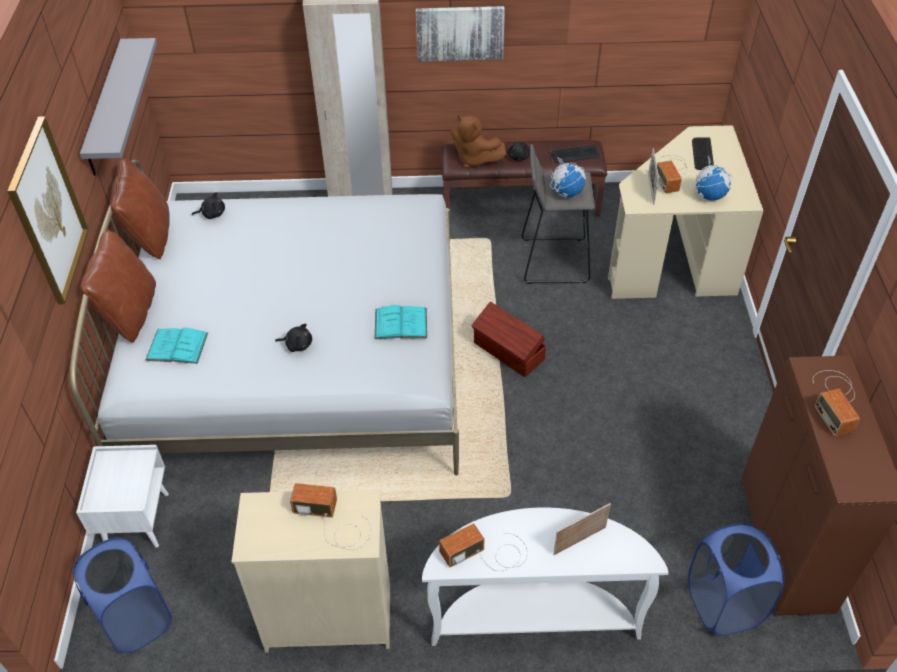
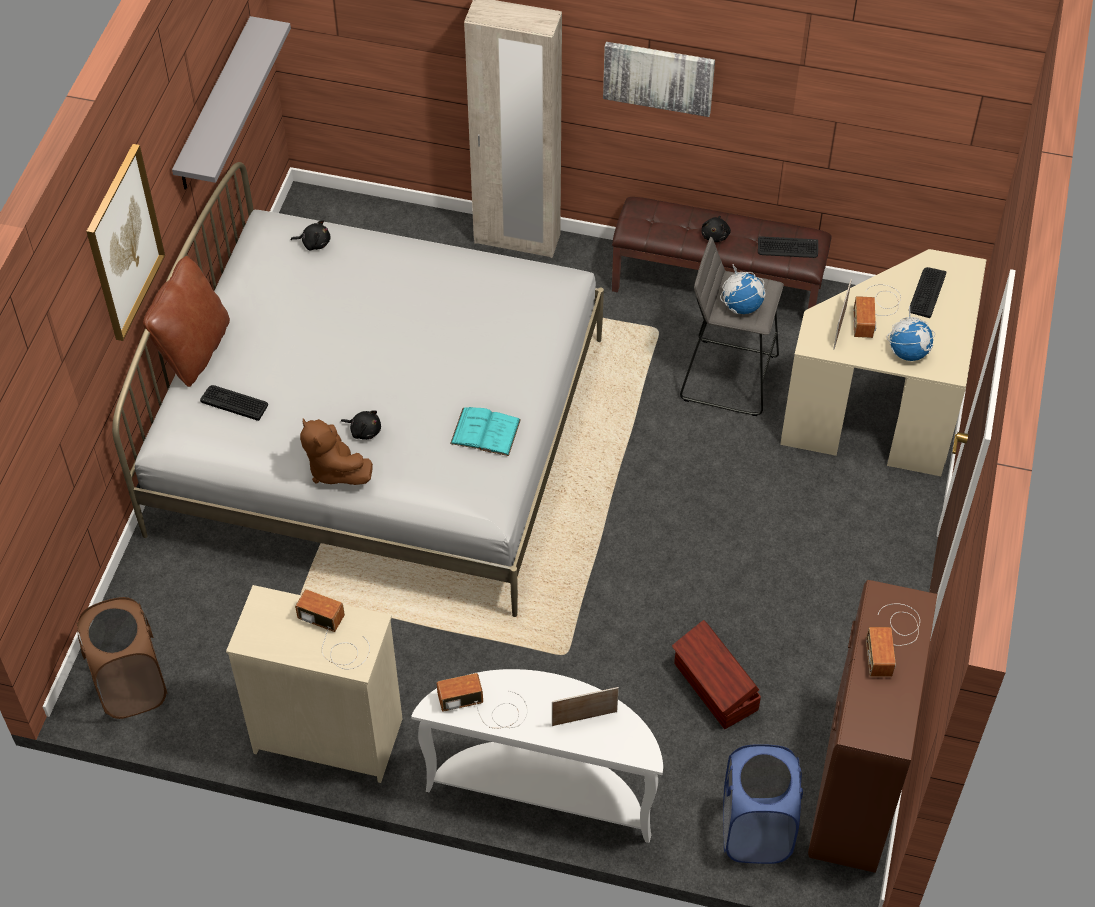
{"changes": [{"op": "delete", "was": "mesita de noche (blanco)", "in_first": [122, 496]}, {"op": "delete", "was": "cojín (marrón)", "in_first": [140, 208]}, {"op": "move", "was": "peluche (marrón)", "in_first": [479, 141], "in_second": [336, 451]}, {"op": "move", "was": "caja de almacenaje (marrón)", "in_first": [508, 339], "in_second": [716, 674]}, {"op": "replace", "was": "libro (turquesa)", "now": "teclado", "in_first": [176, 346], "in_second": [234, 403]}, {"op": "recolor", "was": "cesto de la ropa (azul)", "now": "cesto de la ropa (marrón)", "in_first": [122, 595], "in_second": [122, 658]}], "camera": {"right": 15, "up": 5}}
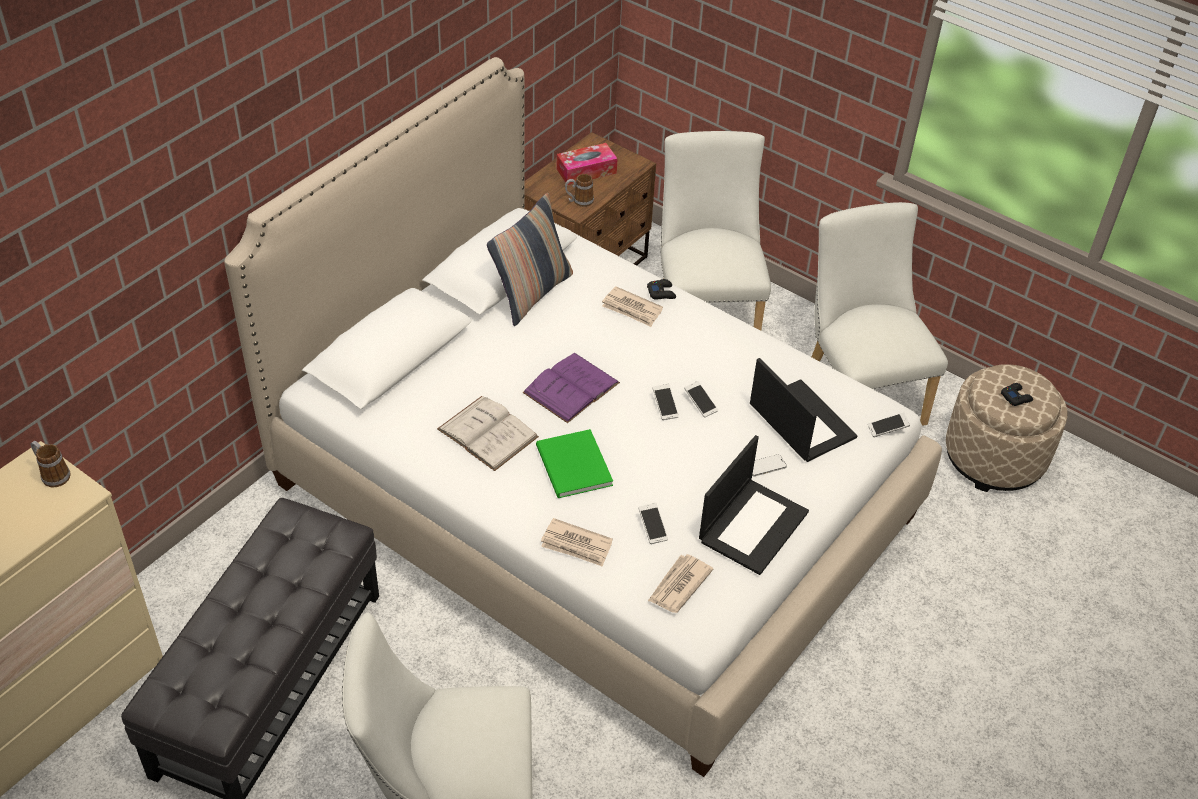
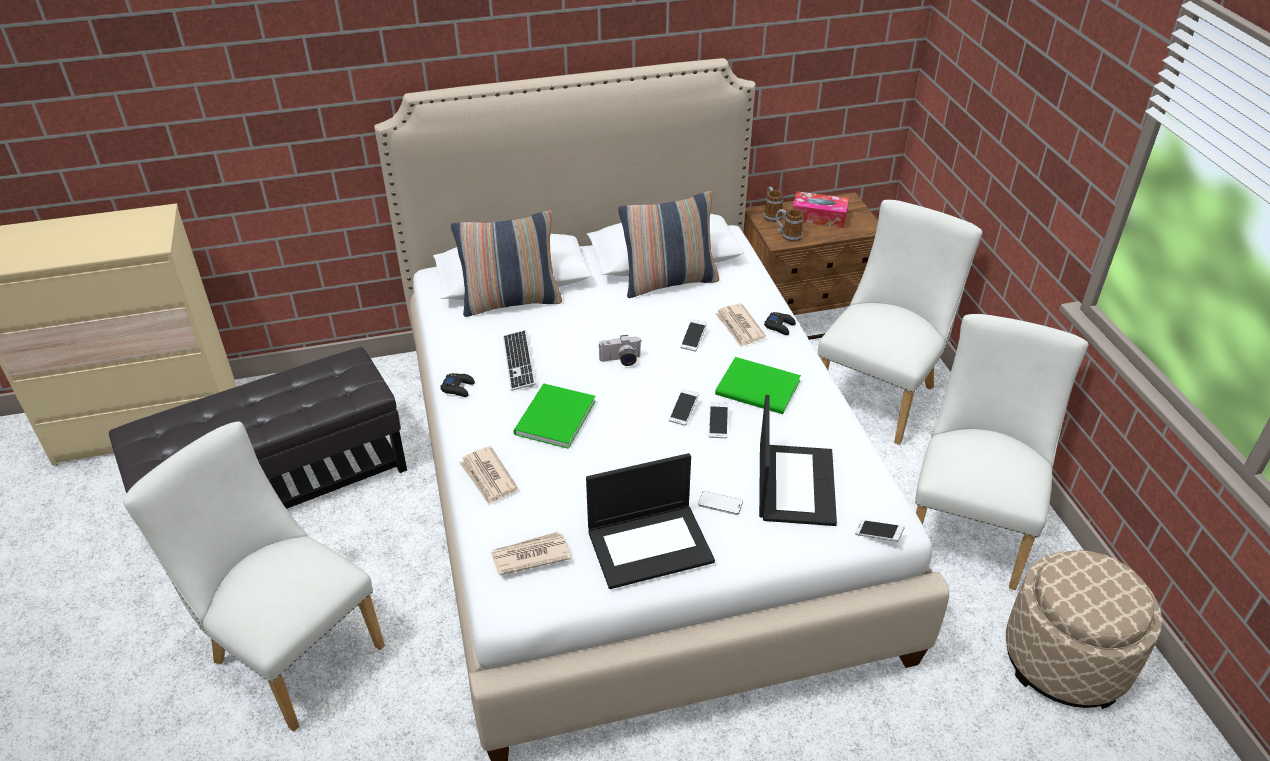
{"changes": [{"op": "insert", "now": "cojín", "in_second": [506, 264]}, {"op": "insert", "now": "libro (verde)", "in_second": [758, 385]}, {"op": "move", "was": "taza grande", "in_first": [51, 464], "in_second": [773, 204]}, {"op": "move", "was": "móvil", "in_first": [653, 523], "in_second": [693, 335]}, {"op": "move", "was": "mando de consola (negro)", "in_first": [1017, 394], "in_second": [457, 385]}, {"op": "replace", "was": "libro (blanco)", "now": "teclado", "in_first": [488, 433], "in_second": [519, 360]}, {"op": "replace", "was": "libro (morado)", "now": "cámara", "in_first": [571, 388], "in_second": [620, 350]}], "camera": {"right": 40, "up": -5}}
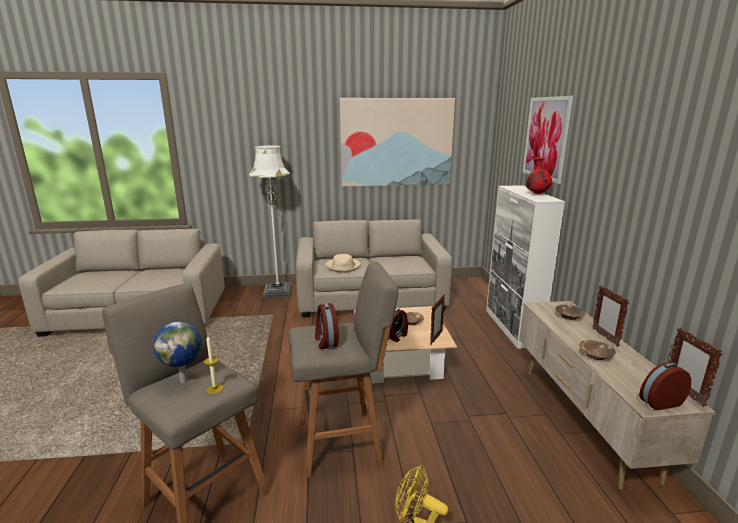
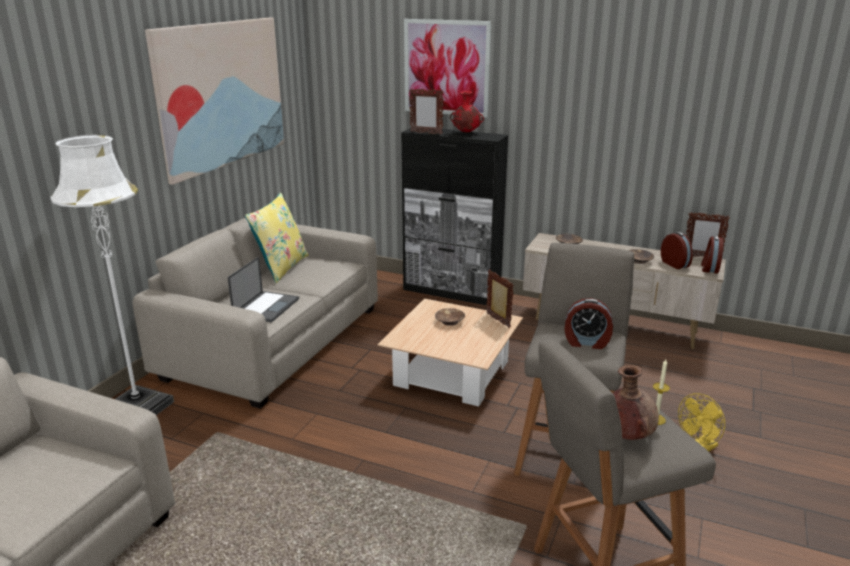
{"changes": [{"op": "insert", "now": "cojín (amarillo)", "in_second": [277, 238]}, {"op": "move", "was": "despertador", "in_first": [398, 325], "in_second": [677, 250]}, {"op": "move", "was": "portarretratos", "in_first": [610, 315], "in_second": [426, 111]}, {"op": "replace", "was": "globo terráqueo", "now": "florero (marrón)", "in_first": [177, 352], "in_second": [636, 402]}, {"op": "replace", "was": "sombrero (beis)", "now": "portátil", "in_first": [343, 263], "in_second": [263, 290]}, {"op": "recolor", "was": "armario (blanco)", "now": "armario (negro)", "in_first": [525, 267], "in_second": [454, 217]}], "camera": {"right": -60, "up": 5}}
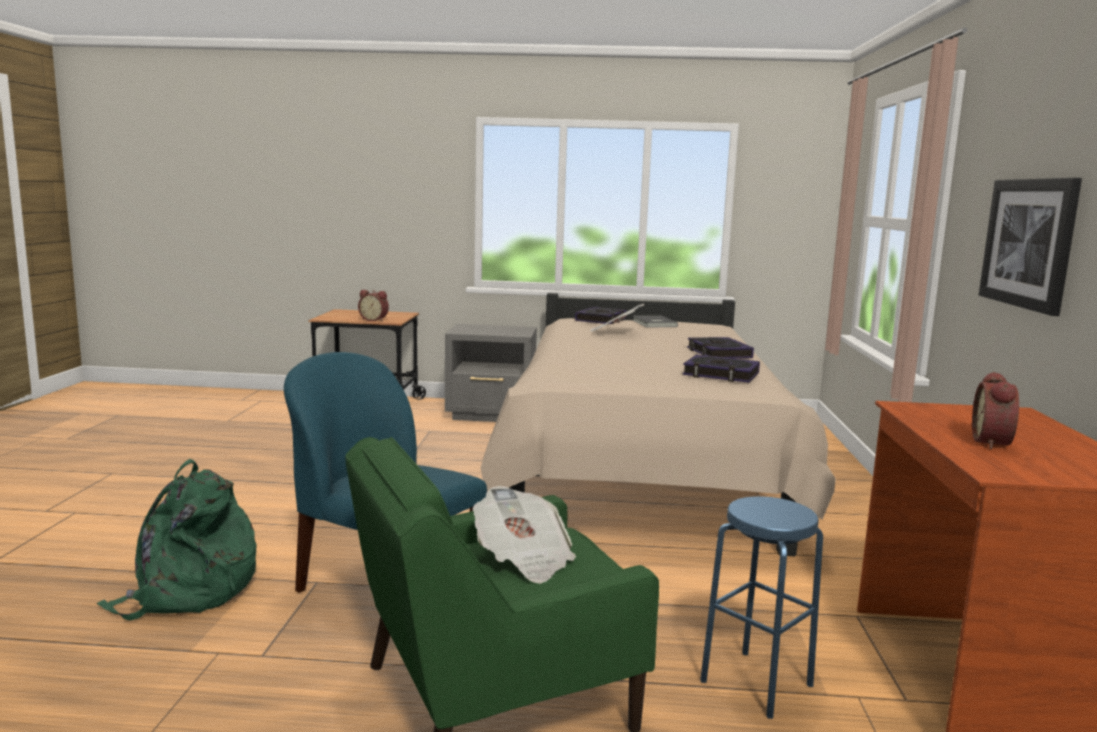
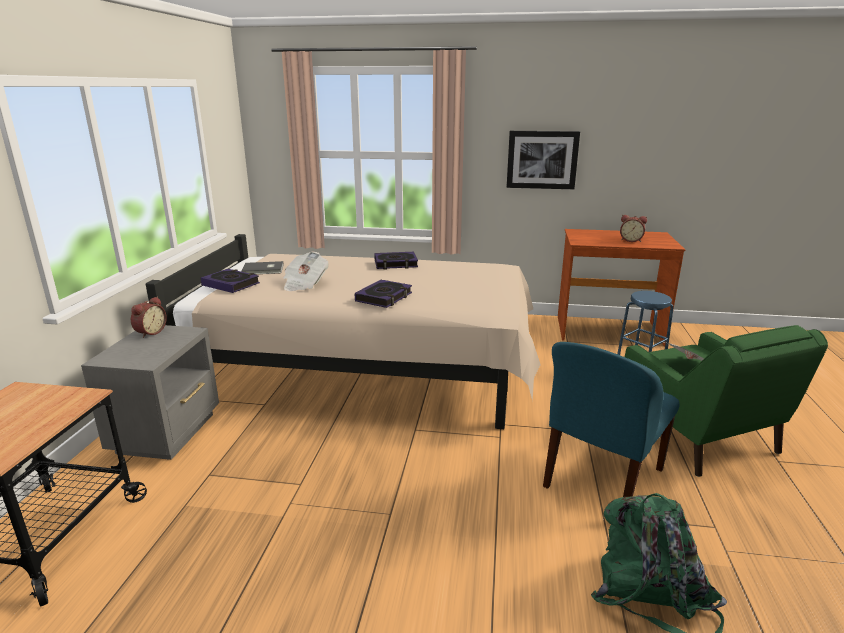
{"changes": [{"op": "move", "was": "despertador", "in_first": [373, 306], "in_second": [149, 317]}, {"op": "move", "was": "libro", "in_first": [721, 368], "in_second": [383, 294]}], "camera": {"right": -85, "up": 10}}
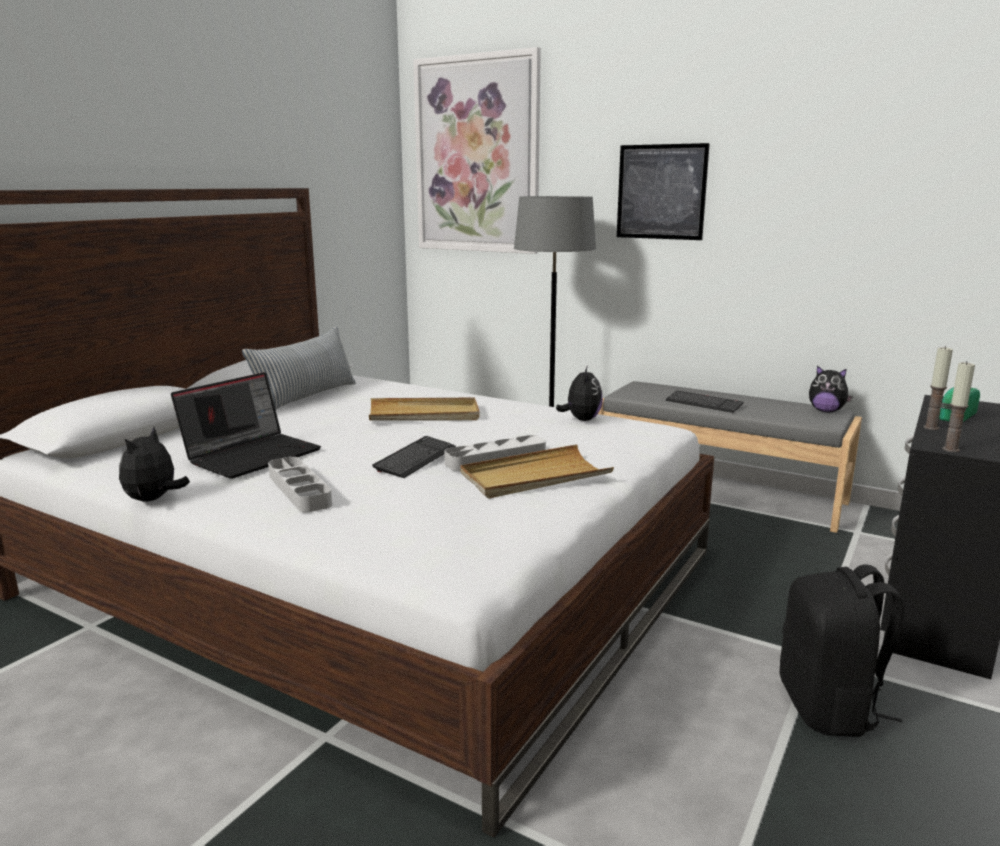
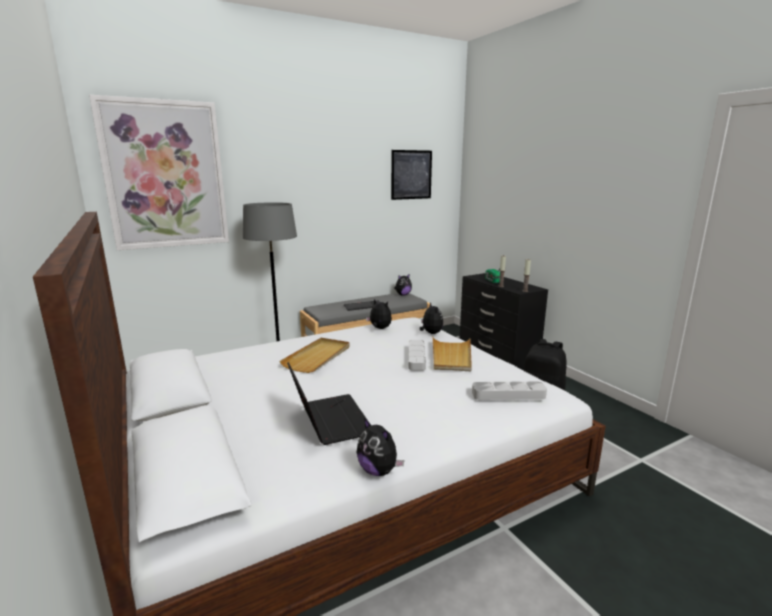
{"changes": [{"op": "delete", "was": "cojín", "in_first": [299, 368]}, {"op": "delete", "was": "teclado", "in_first": [414, 457]}, {"op": "insert", "now": "peluche", "in_second": [431, 318]}, {"op": "move", "was": "bandeja (gris)", "in_first": [300, 484], "in_second": [509, 390]}, {"op": "move", "was": "cuadro", "in_first": [663, 191], "in_second": [411, 175]}], "camera": {"right": -60, "up": 0}}
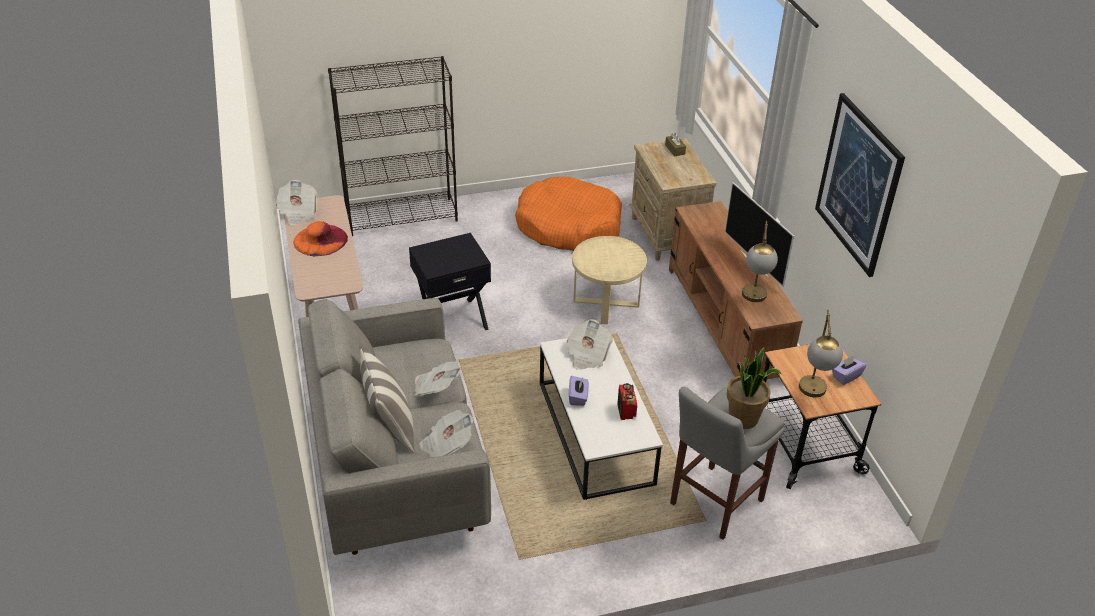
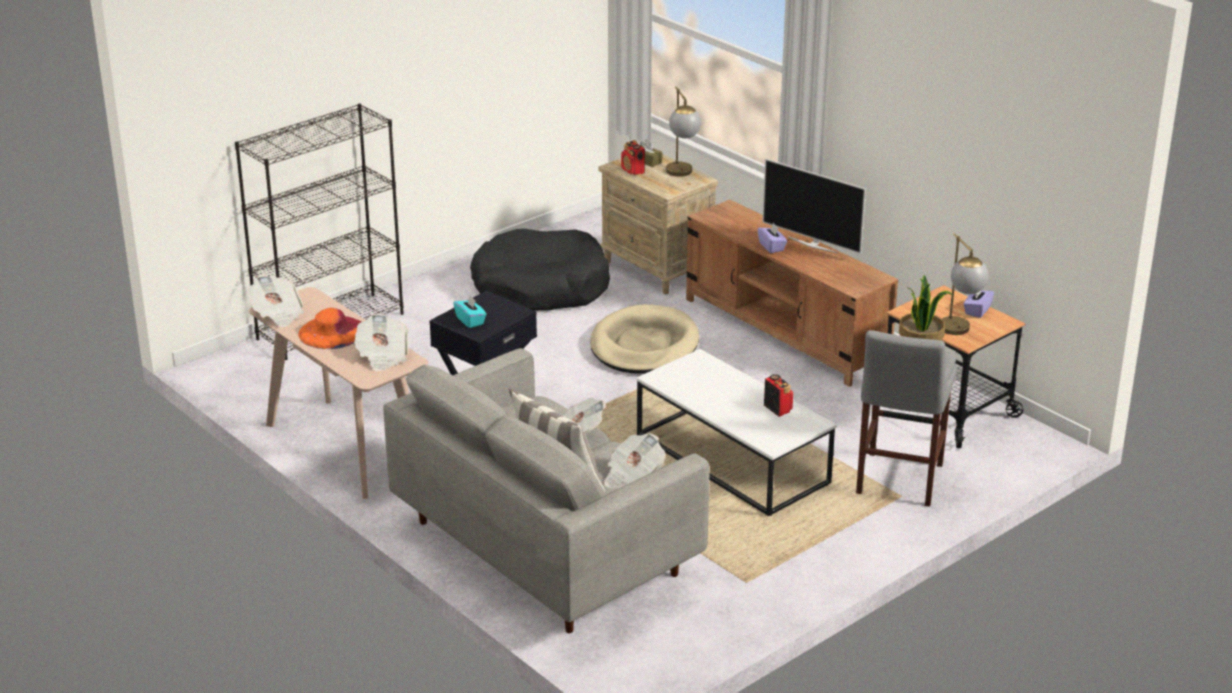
{"changes": [{"op": "delete", "was": "cuadro", "in_first": [860, 185]}, {"op": "insert", "now": "caja de pañuelos (turquesa)", "in_second": [469, 312]}, {"op": "insert", "now": "radio", "in_second": [633, 157]}, {"op": "move", "was": "periódico", "in_first": [590, 344], "in_second": [381, 342]}, {"op": "move", "was": "caja de pañuelos (morado)", "in_first": [579, 391], "in_second": [772, 238]}, {"op": "move", "was": "lámpara de mesa", "in_first": [760, 261], "in_second": [683, 132]}, {"op": "replace", "was": "mesa auxiliar (beis)", "now": "cama para perro (beis)", "in_first": [609, 280], "in_second": [644, 339]}, {"op": "recolor", "was": "cama para perro (naranja)", "now": "cama para perro (negro)", "in_first": [568, 214], "in_second": [540, 270]}], "camera": {"right": -25, "up": -10}}
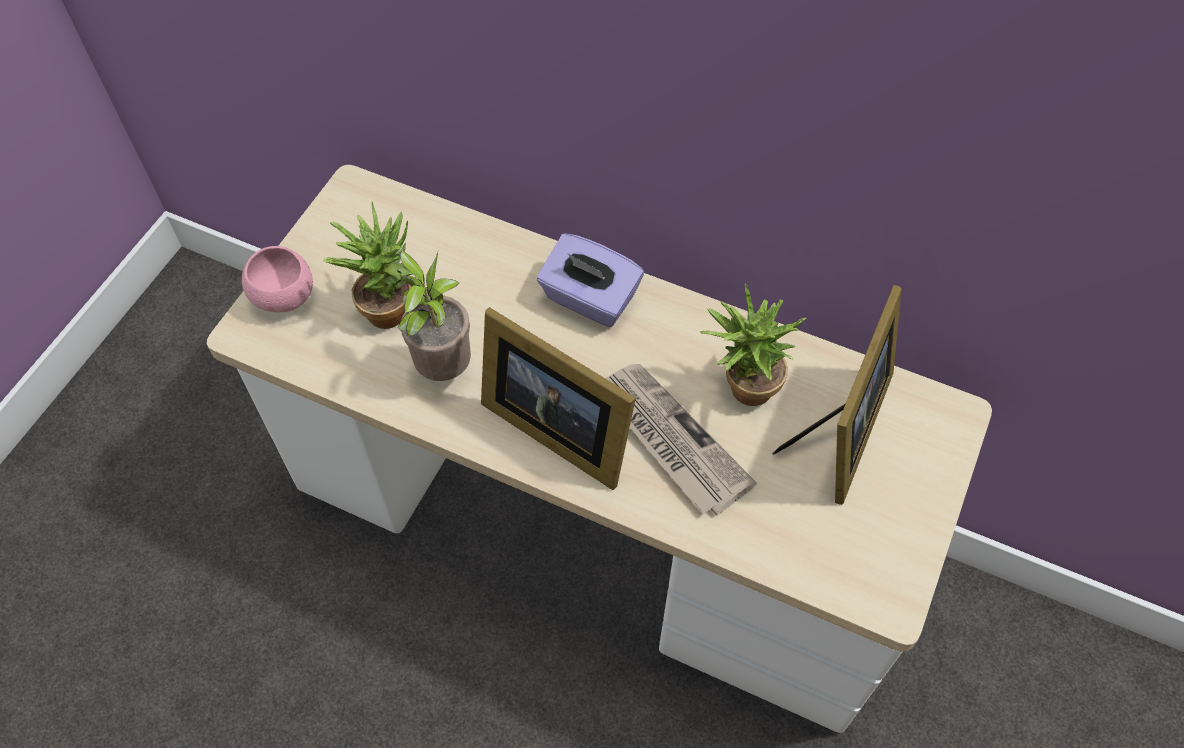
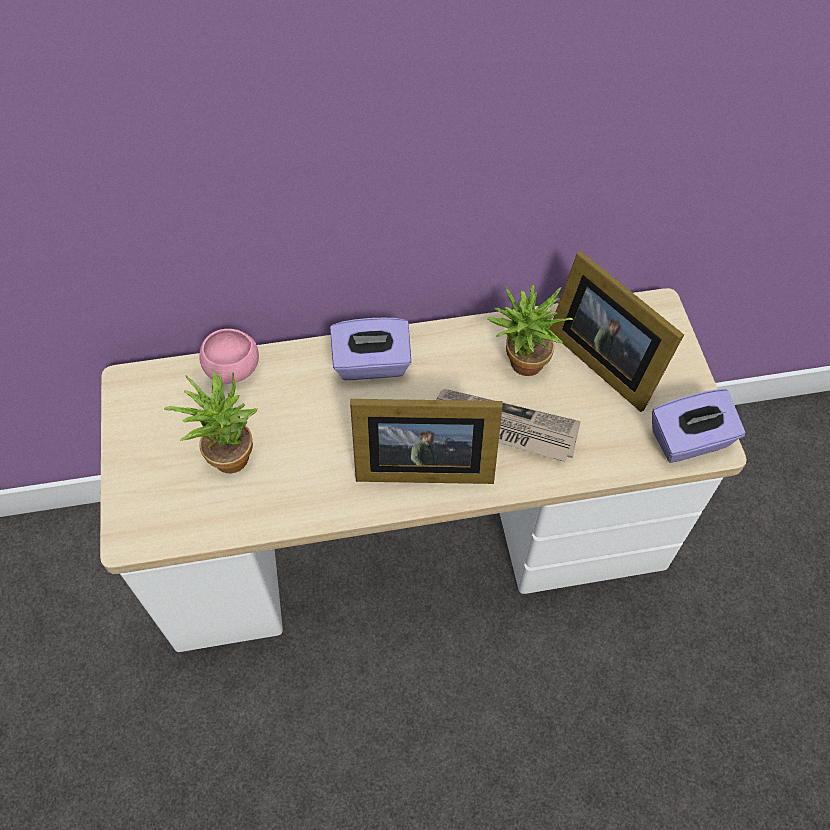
{"changes": [{"op": "delete", "was": "planta en maceta", "in_first": [434, 315]}, {"op": "insert", "now": "caja de pañuelos (morado)", "in_second": [699, 426]}, {"op": "move", "was": "cuenco (rosa)", "in_first": [277, 279], "in_second": [229, 356]}, {"op": "rotate", "was": "portarretratos", "in_first": [837, 395], "in_second": [617, 331], "clockwise": 150}], "camera": {"right": -35, "up": 0}}
